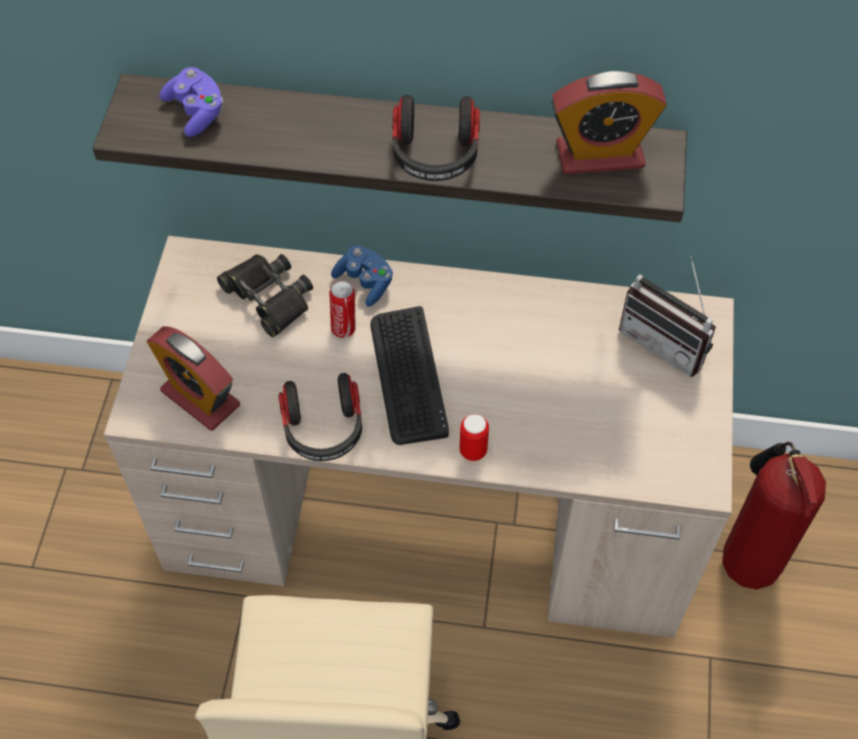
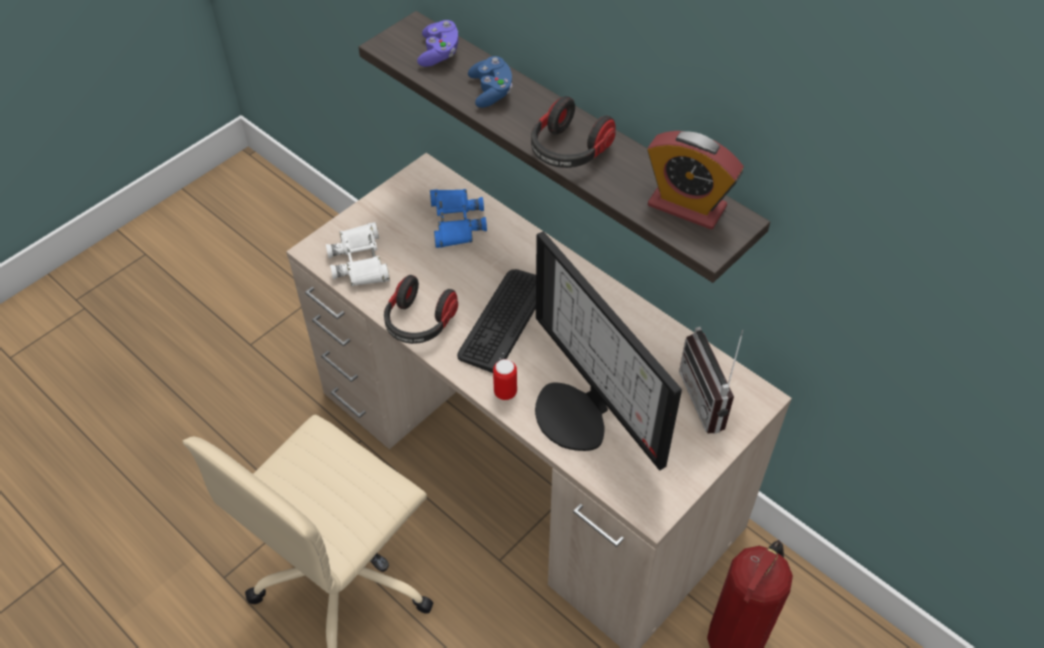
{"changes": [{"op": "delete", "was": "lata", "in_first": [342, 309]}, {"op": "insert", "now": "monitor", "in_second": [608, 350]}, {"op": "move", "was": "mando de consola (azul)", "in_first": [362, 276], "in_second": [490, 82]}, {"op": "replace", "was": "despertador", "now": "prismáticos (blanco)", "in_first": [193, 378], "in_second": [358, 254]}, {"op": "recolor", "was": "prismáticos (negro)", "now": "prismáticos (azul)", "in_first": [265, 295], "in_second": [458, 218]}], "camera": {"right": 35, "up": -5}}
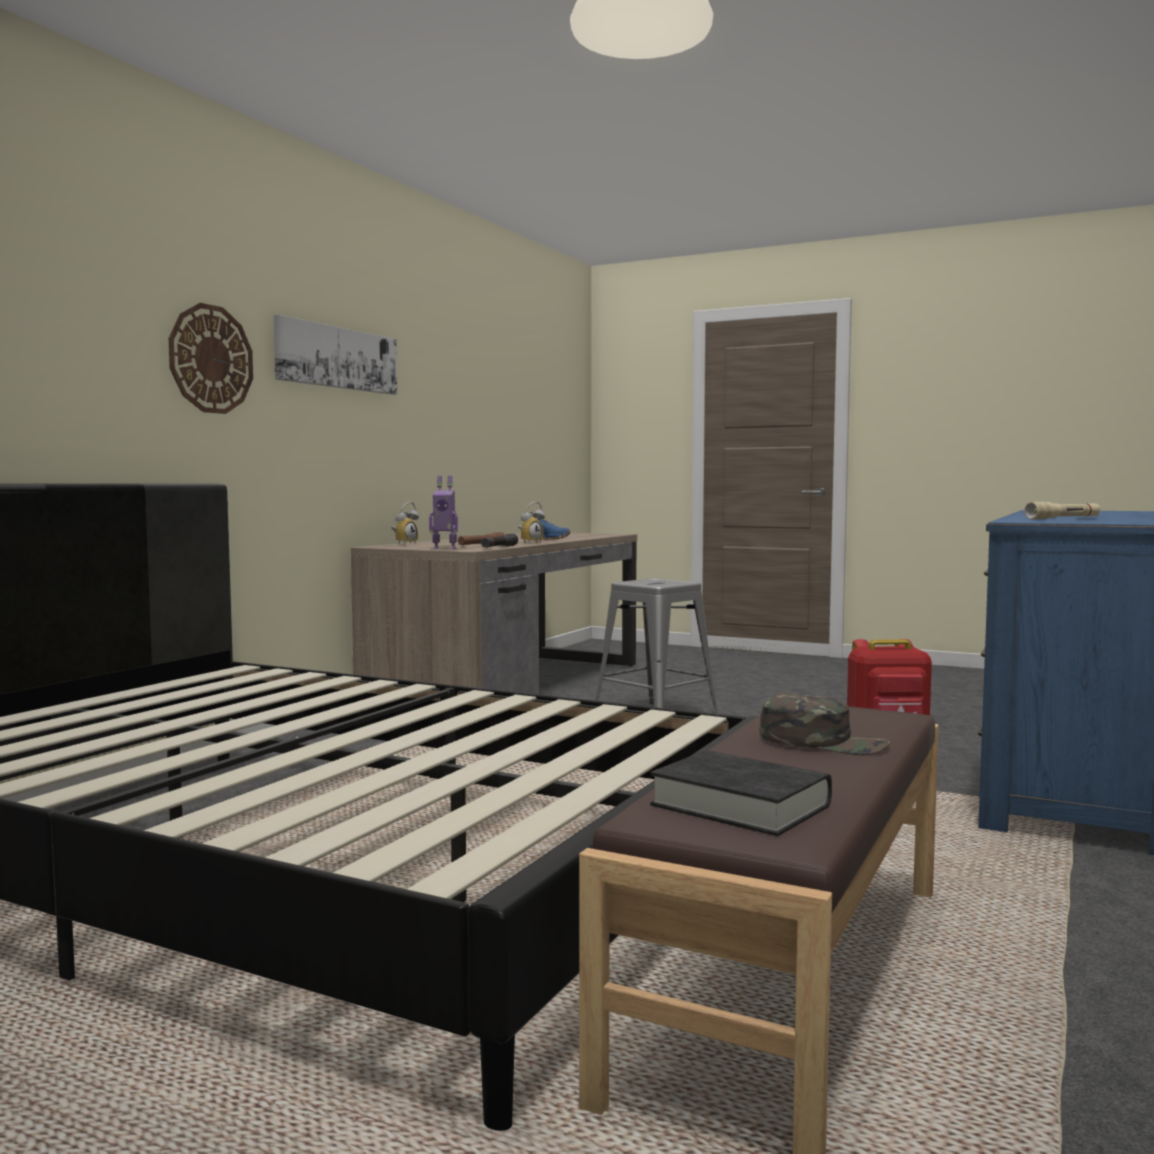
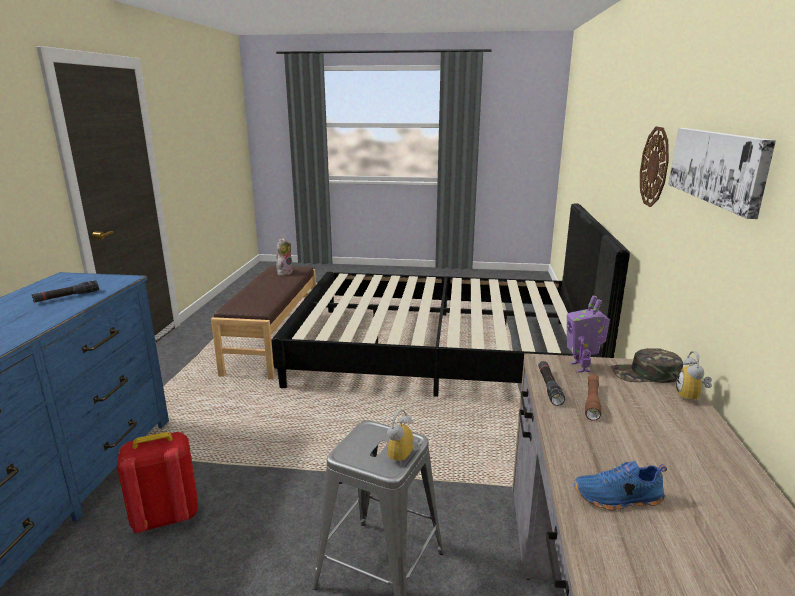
{"changes": [{"op": "move", "was": "despertador", "in_first": [531, 523], "in_second": [405, 437]}, {"op": "move", "was": "gorra (verde)", "in_first": [825, 724], "in_second": [647, 365]}, {"op": "replace", "was": "libro (negro)", "now": "peluche", "in_first": [741, 793], "in_second": [284, 257]}, {"op": "recolor", "was": "linterna (beis)", "now": "linterna (negro)", "in_first": [1062, 510], "in_second": [65, 291]}, {"op": "rotate", "was": "robot de juguete", "in_first": [443, 512], "in_second": [588, 334], "clockwise": -75}], "camera": {"right": 160, "up": 15}}
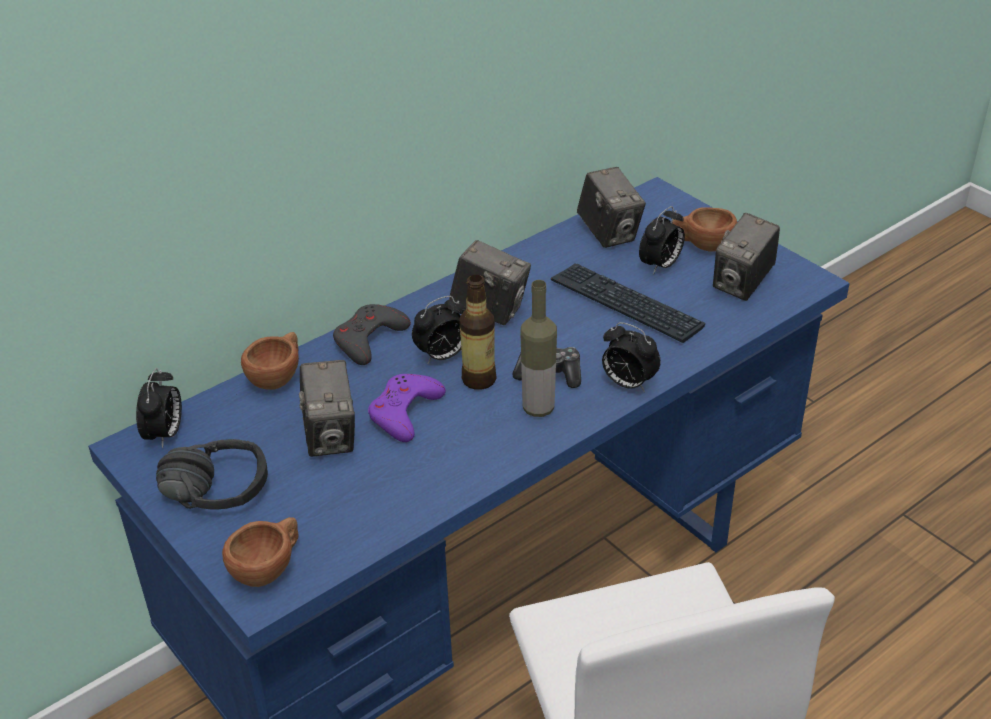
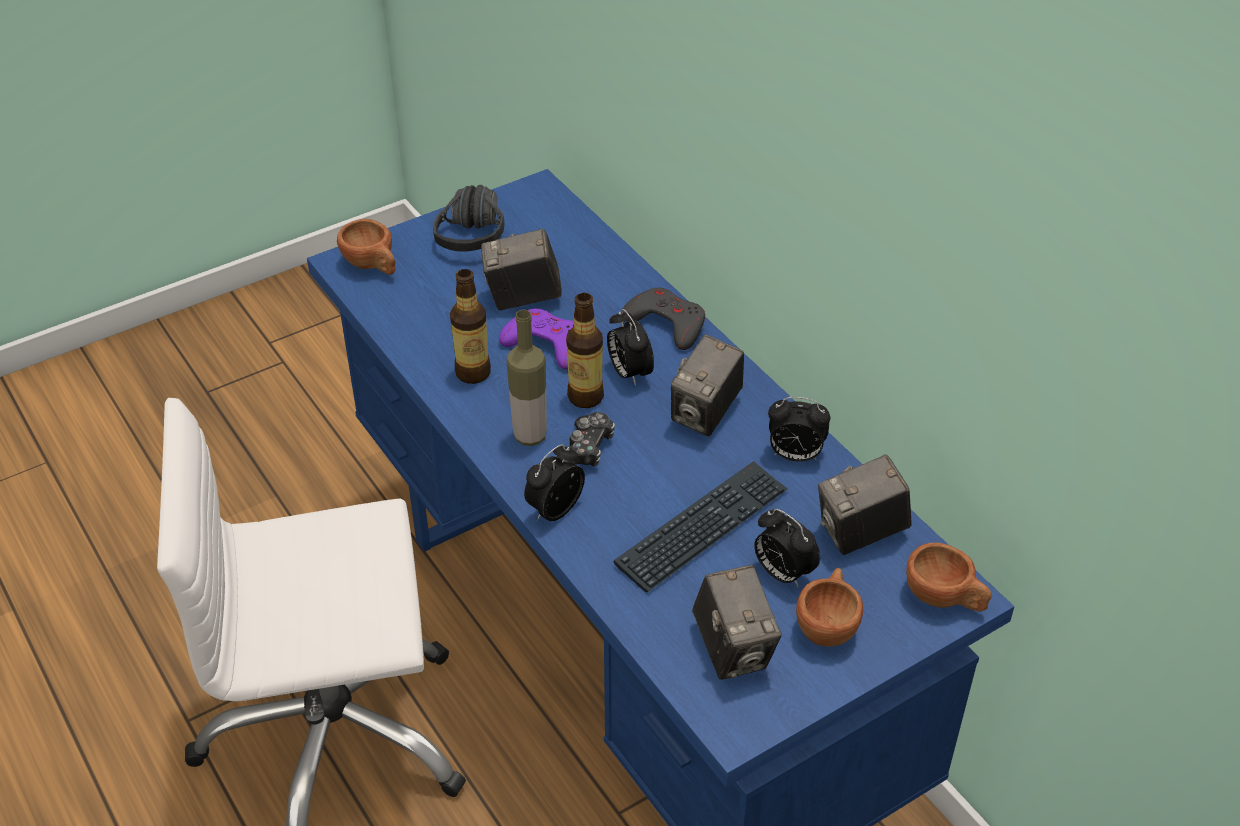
{"changes": [{"op": "insert", "now": "botella", "in_second": [470, 326]}, {"op": "move", "was": "despertador", "in_first": [159, 408], "in_second": [799, 429]}, {"op": "move", "was": "taza (marrón)", "in_first": [270, 361], "in_second": [949, 577]}, {"op": "rotate", "was": "cámara", "in_first": [746, 257], "in_second": [737, 622], "clockwise": -150}], "camera": {"right": 95, "up": 5}}
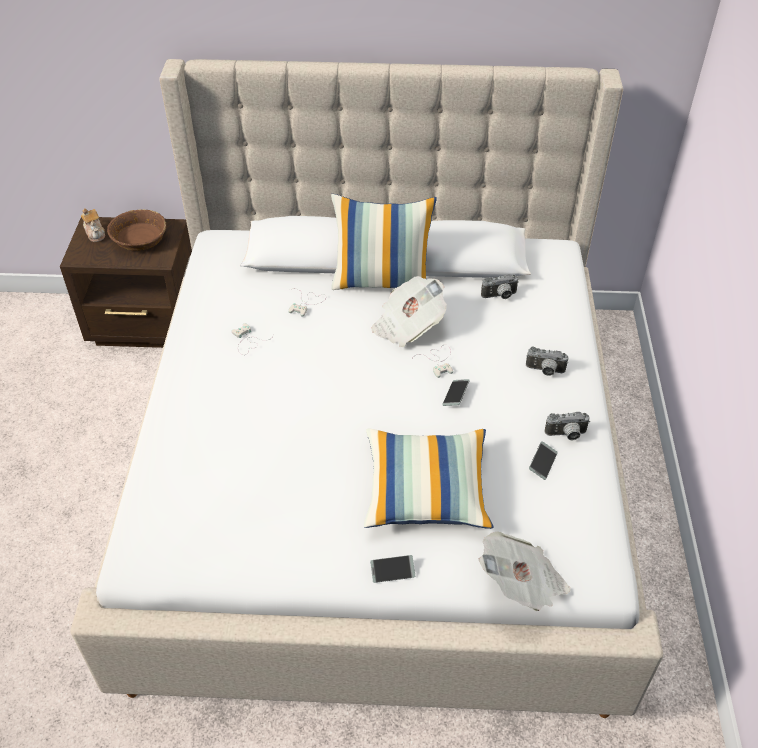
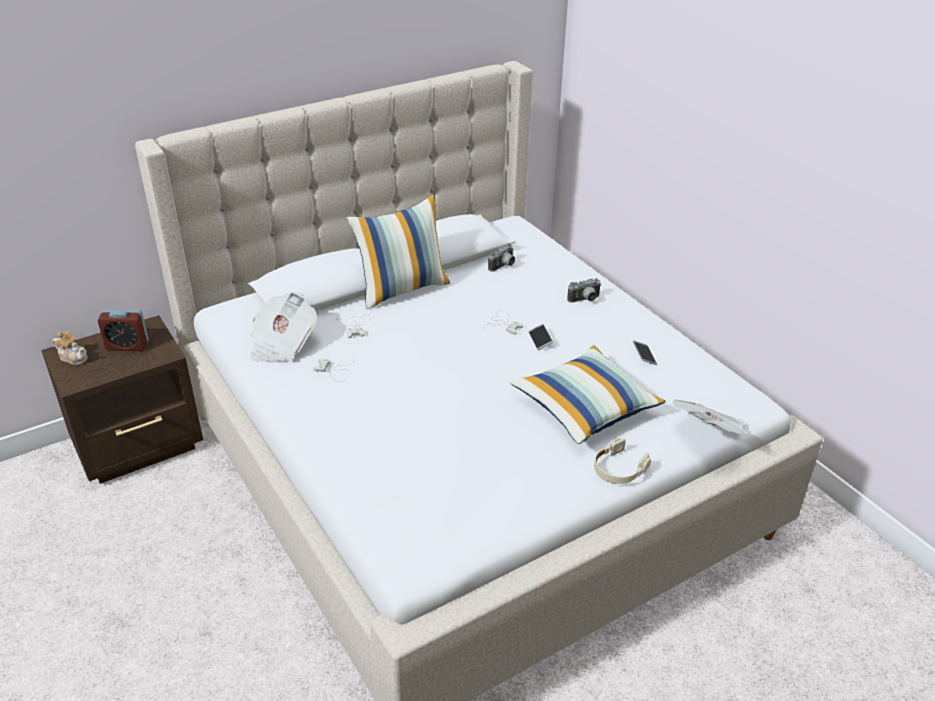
{"changes": [{"op": "delete", "was": "cámara", "in_first": [567, 426]}, {"op": "move", "was": "periódico", "in_first": [409, 311], "in_second": [283, 327]}, {"op": "replace", "was": "cuenco (marrón)", "now": "despertador", "in_first": [136, 230], "in_second": [123, 330]}, {"op": "replace", "was": "móvil", "now": "auriculares (beis)", "in_first": [392, 569], "in_second": [622, 461]}], "camera": {"right": -35, "up": -10}}
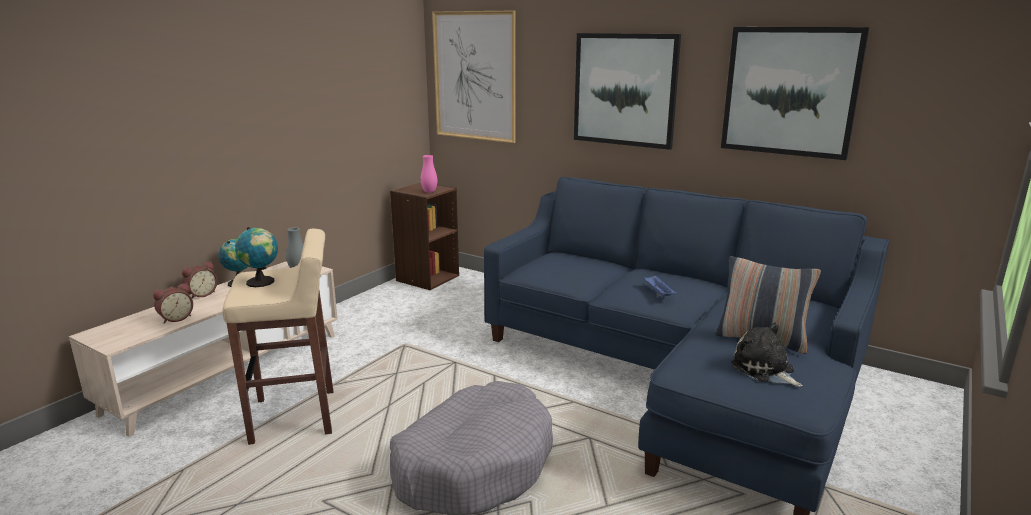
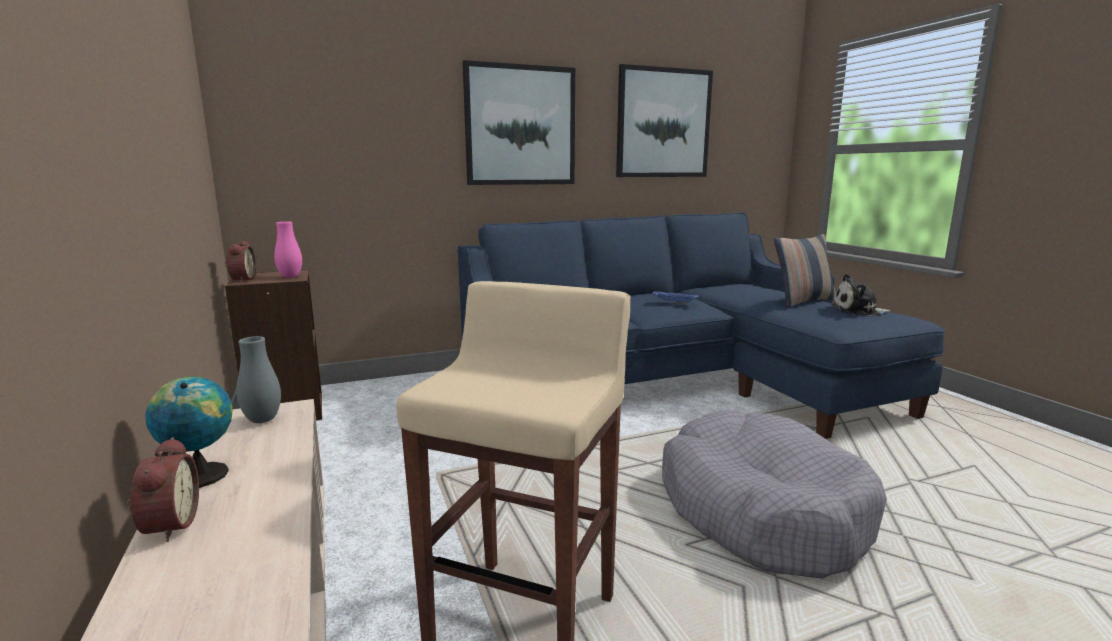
{"changes": [{"op": "delete", "was": "globo terráqueo", "in_first": [256, 257]}, {"op": "delete", "was": "cuadro", "in_first": [474, 77]}, {"op": "move", "was": "despertador", "in_first": [173, 303], "in_second": [240, 261]}], "camera": {"right": -55, "up": -5}}
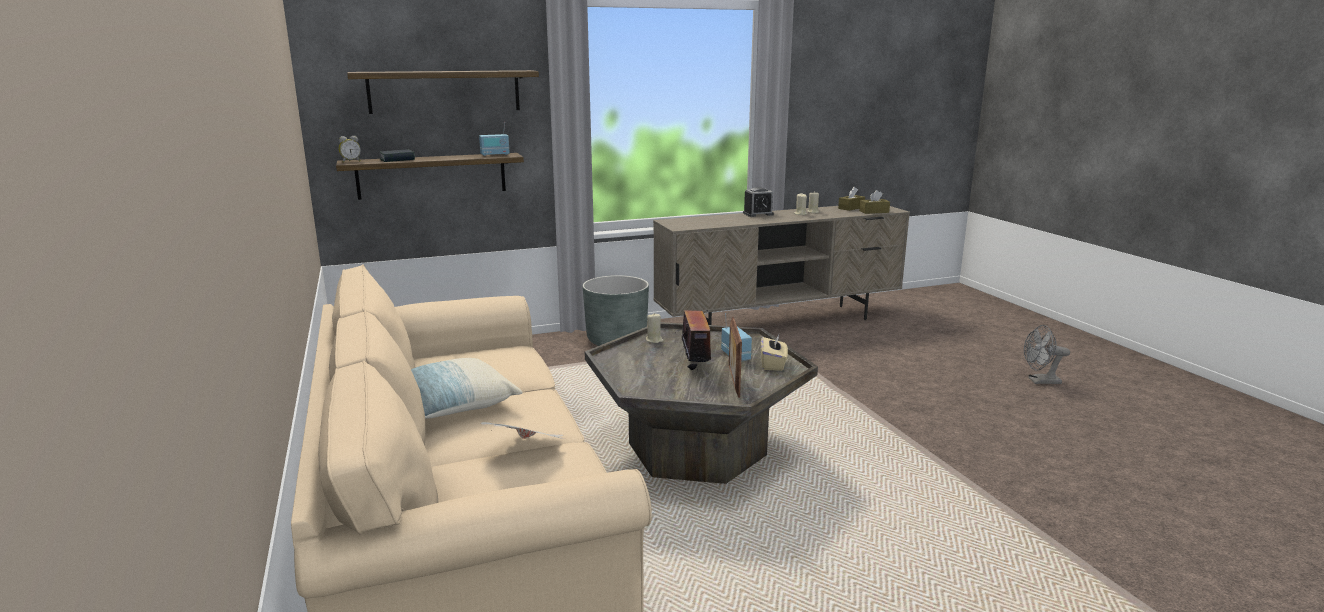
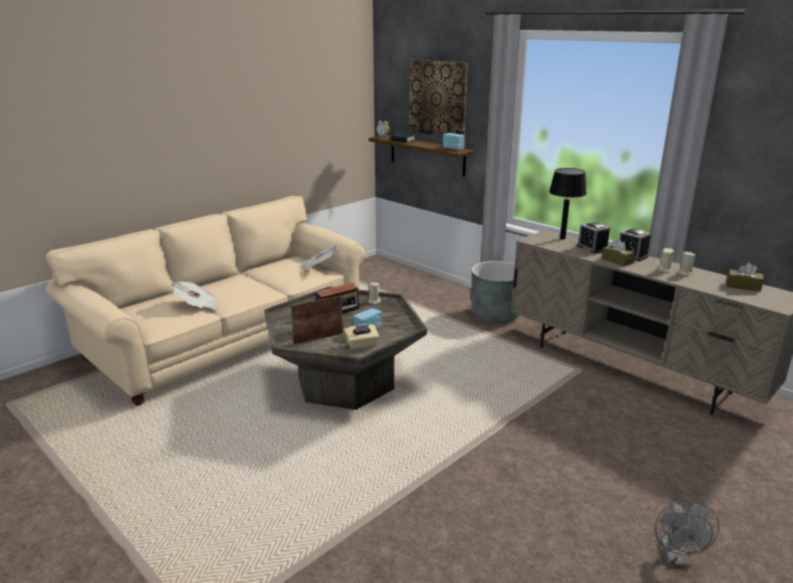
{"changes": [{"op": "delete", "was": "cojín", "in_first": [467, 388]}, {"op": "insert", "now": "periódico", "in_second": [318, 258]}, {"op": "insert", "now": "lámpara de mesa (negro)", "in_second": [568, 204]}, {"op": "insert", "now": "despertador", "in_second": [593, 238]}, {"op": "move", "was": "caja de pañuelos (marrón)", "in_first": [874, 202], "in_second": [618, 253]}, {"op": "replace", "was": "estante", "now": "cuadro", "in_first": [443, 92], "in_second": [439, 98]}, {"op": "rotate", "was": "ventilador (gris)", "in_first": [1047, 354], "in_second": [687, 533], "clockwise": -150}], "camera": {"right": 65, "up": 5}}
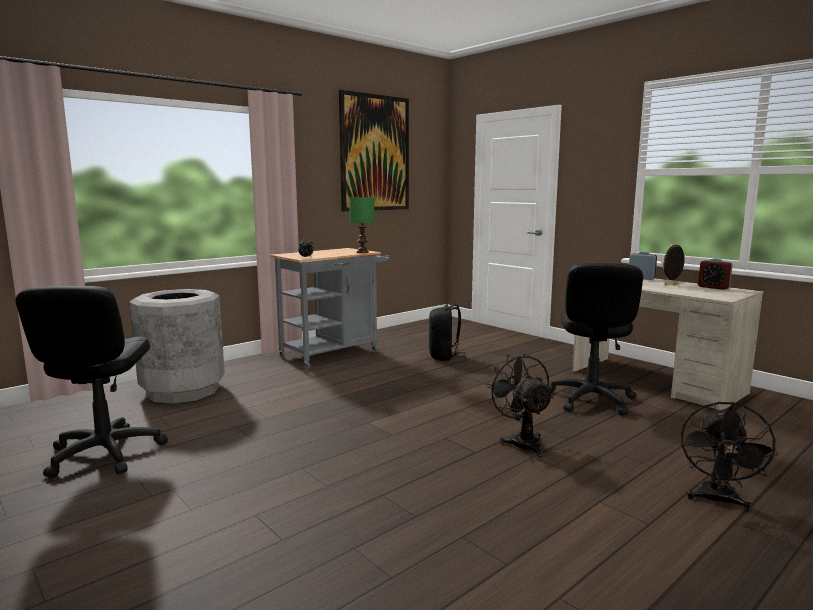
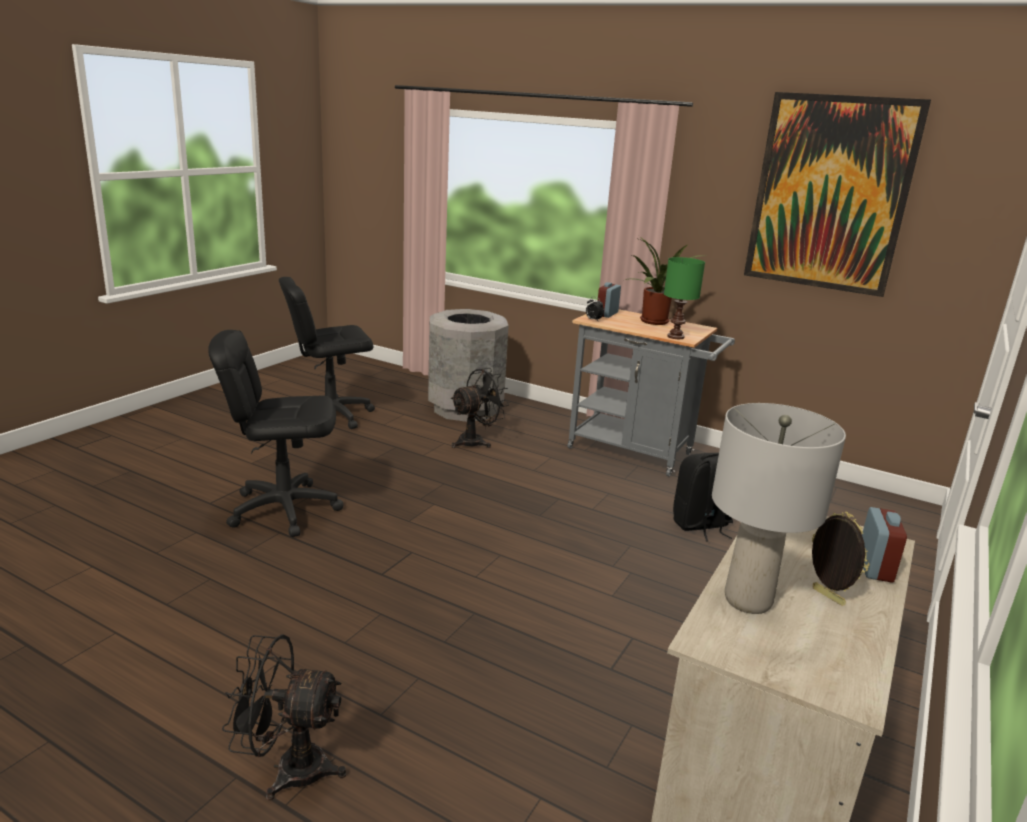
{"changes": [{"op": "insert", "now": "planta en maceta", "in_second": [665, 280]}, {"op": "insert", "now": "lámpara de mesa (gris)", "in_second": [779, 508]}, {"op": "move", "was": "ventilador (negro)", "in_first": [519, 405], "in_second": [480, 408]}, {"op": "move", "was": "silla de oficina (negro)", "in_first": [596, 339], "in_second": [276, 433]}, {"op": "move", "was": "despertador", "in_first": [715, 274], "in_second": [609, 300]}], "camera": {"right": 70, "up": 10}}
